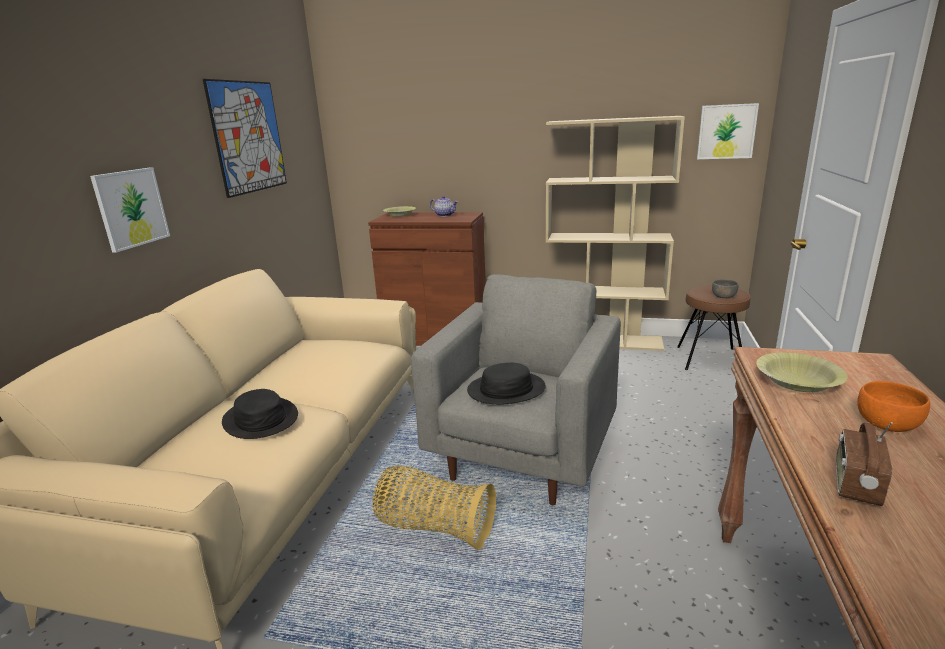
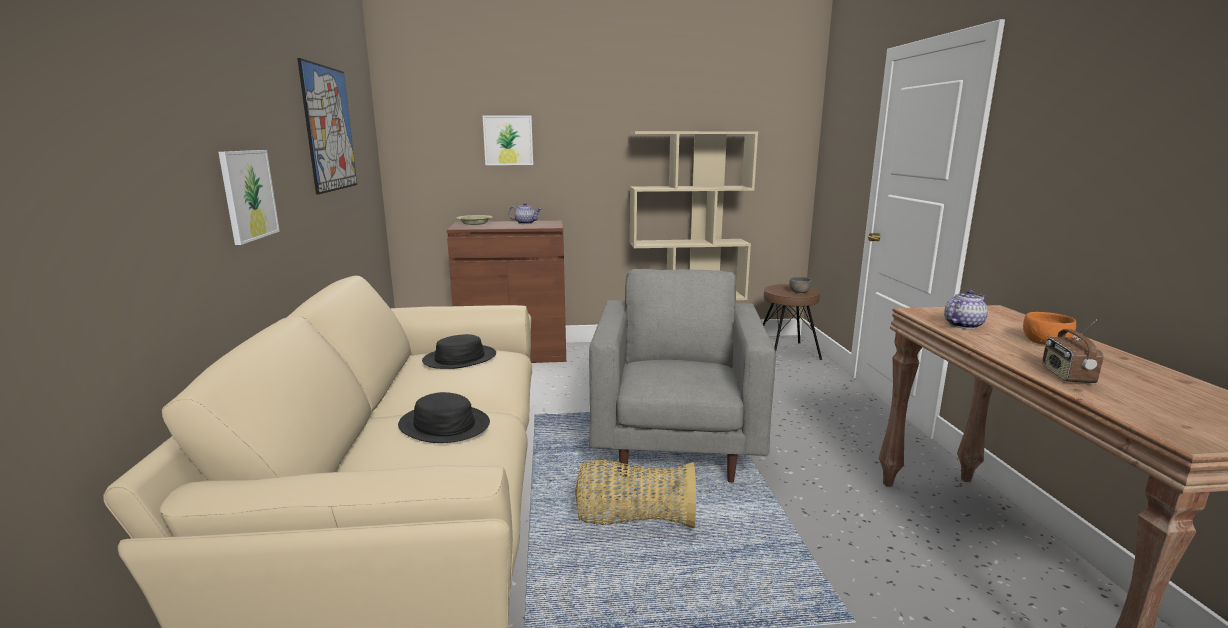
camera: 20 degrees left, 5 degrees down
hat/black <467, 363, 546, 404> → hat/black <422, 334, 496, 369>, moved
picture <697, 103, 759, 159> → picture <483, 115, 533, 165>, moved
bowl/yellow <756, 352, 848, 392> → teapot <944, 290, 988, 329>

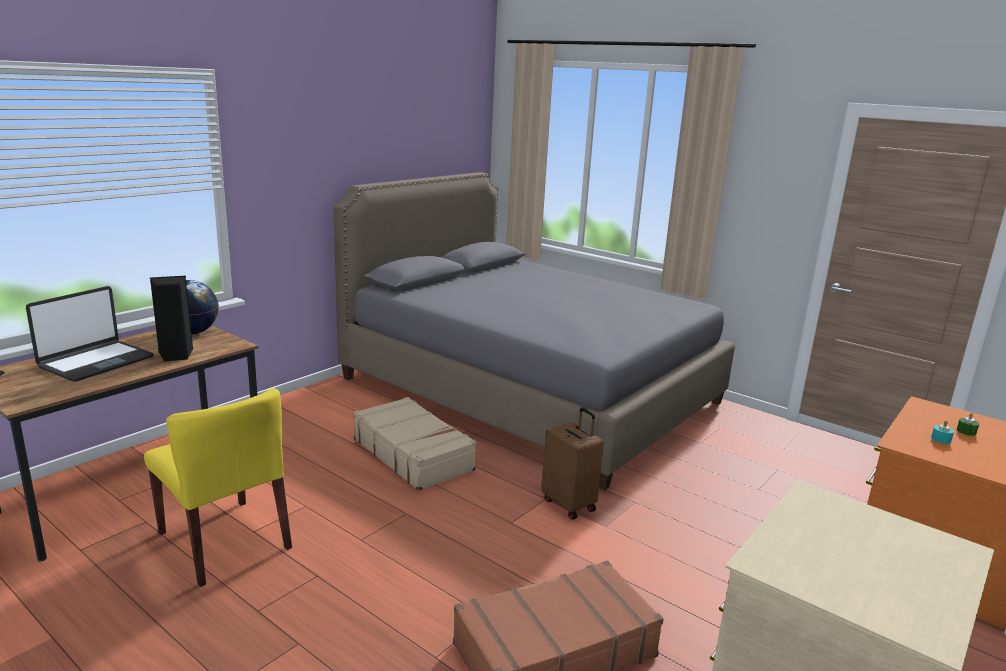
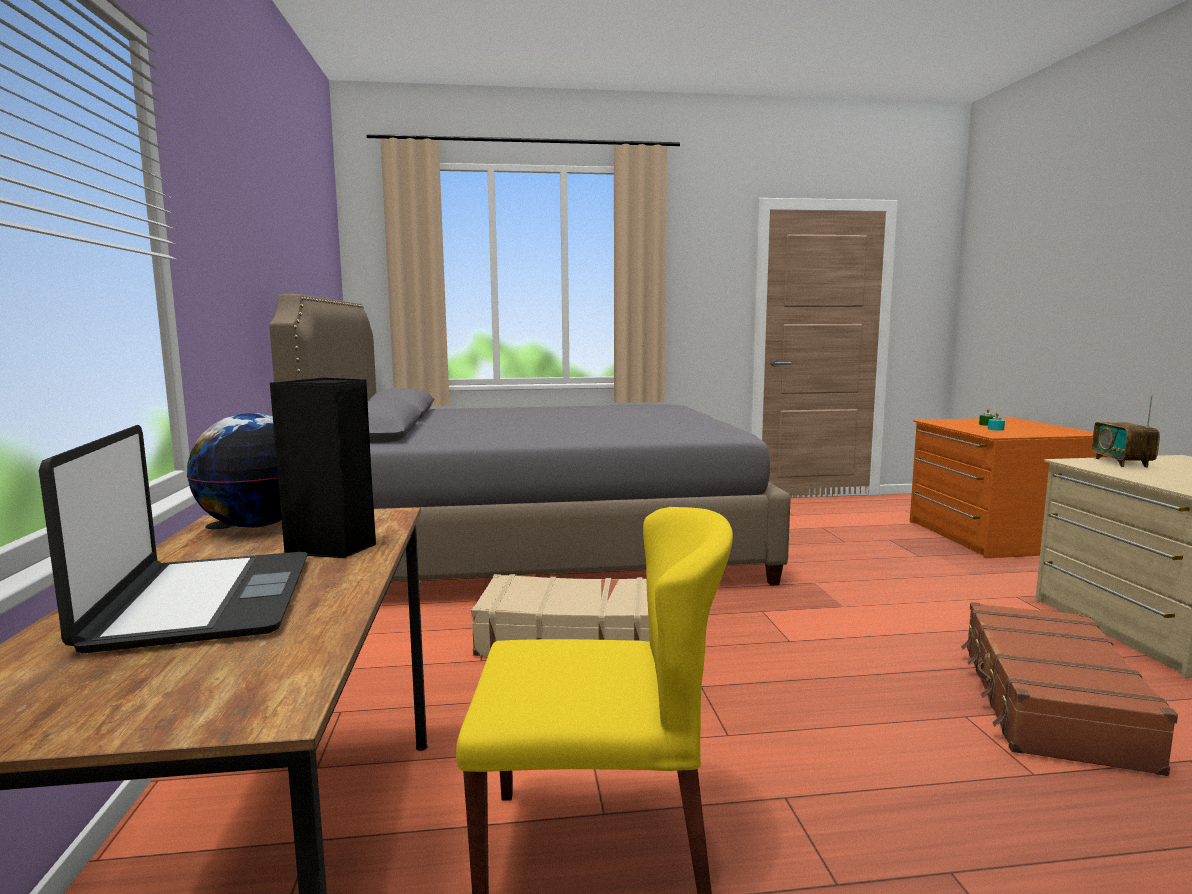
camera: 45 degrees left, 10 degrees down
- → radio <1092, 396, 1160, 467>
suitcase/brown <541, 407, 604, 520> → -

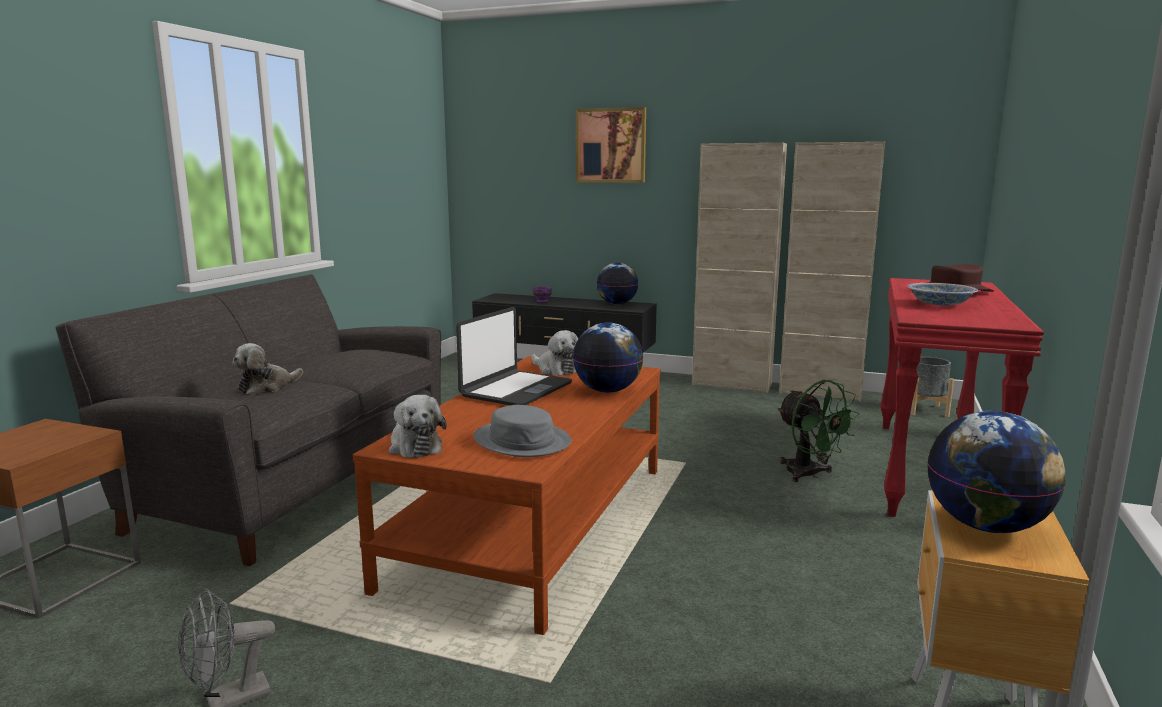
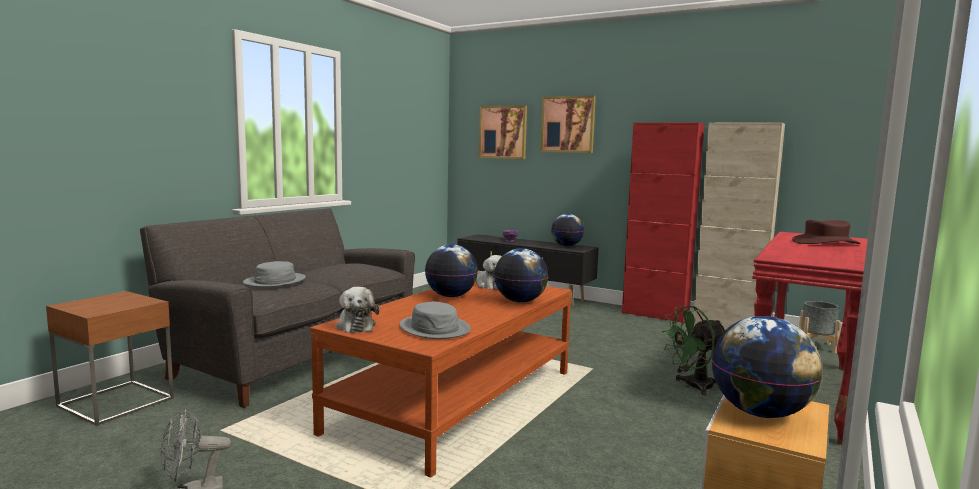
camera: 10 degrees right, 5 degrees down
plush toy <232, 343, 303, 395> → hat/grey <243, 261, 306, 287>
laptop <456, 307, 572, 405> → globe <425, 244, 478, 297>
- → picture <479, 105, 527, 159>
cabinet/beige <692, 143, 787, 393> → cabinet/red <622, 123, 705, 323>
fan/green <778, 379, 860, 482> → fan/green <661, 306, 725, 395>, 90 degrees clockwise
bowl <907, 283, 978, 306> → -

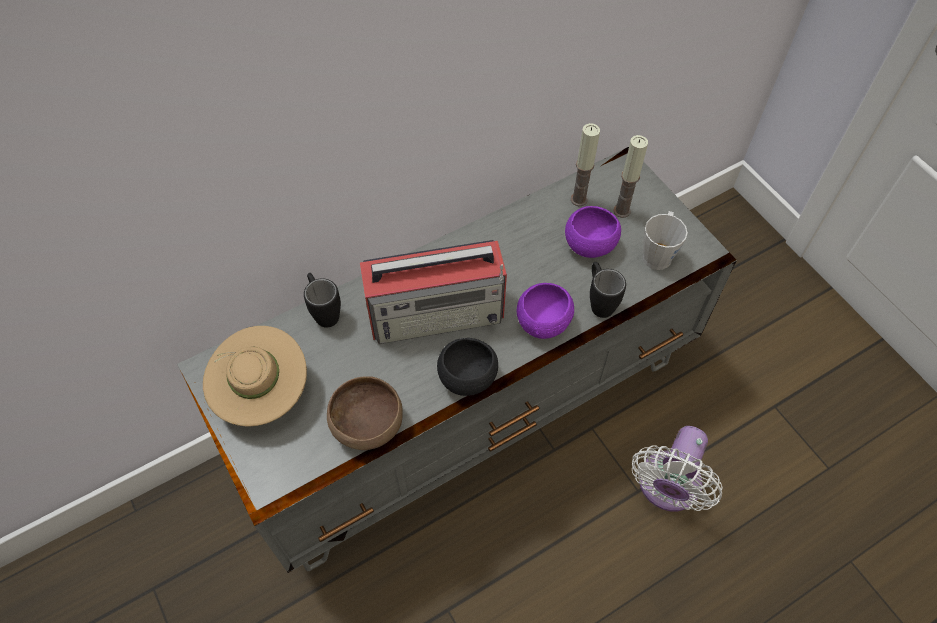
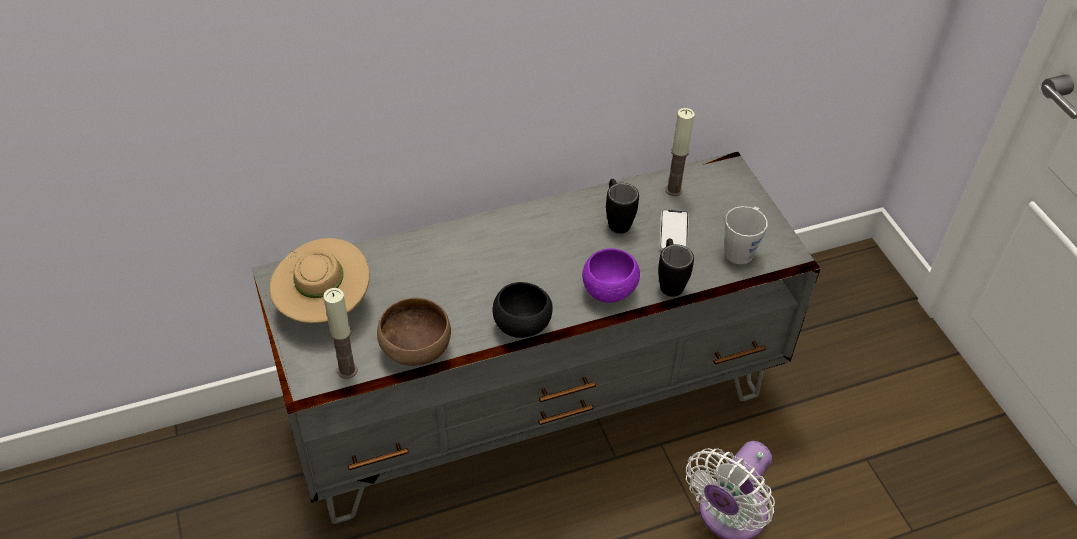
camera: 10 degrees right, 10 degrees down
candle <613, 135, 648, 218> → candle <323, 288, 358, 379>, moved
mug/black <304, 273, 341, 328> → mug/black <606, 179, 639, 233>, moved
bowl/purple <565, 206, 621, 258> → phone <659, 209, 689, 250>
radio <360, 240, 507, 344> → -

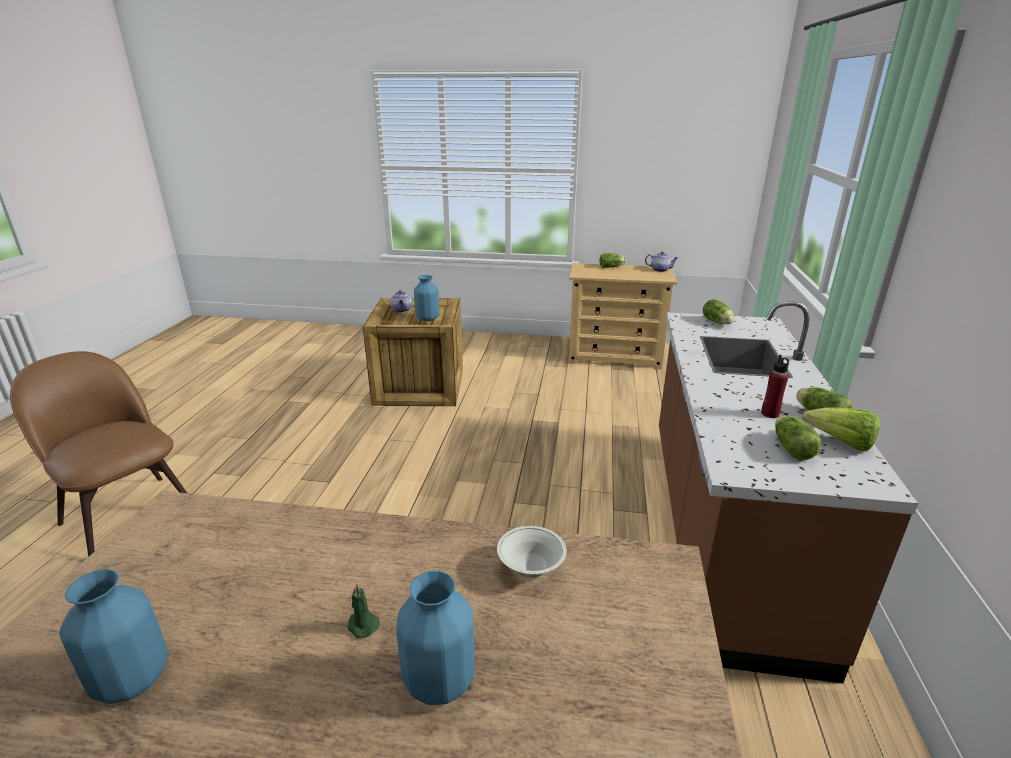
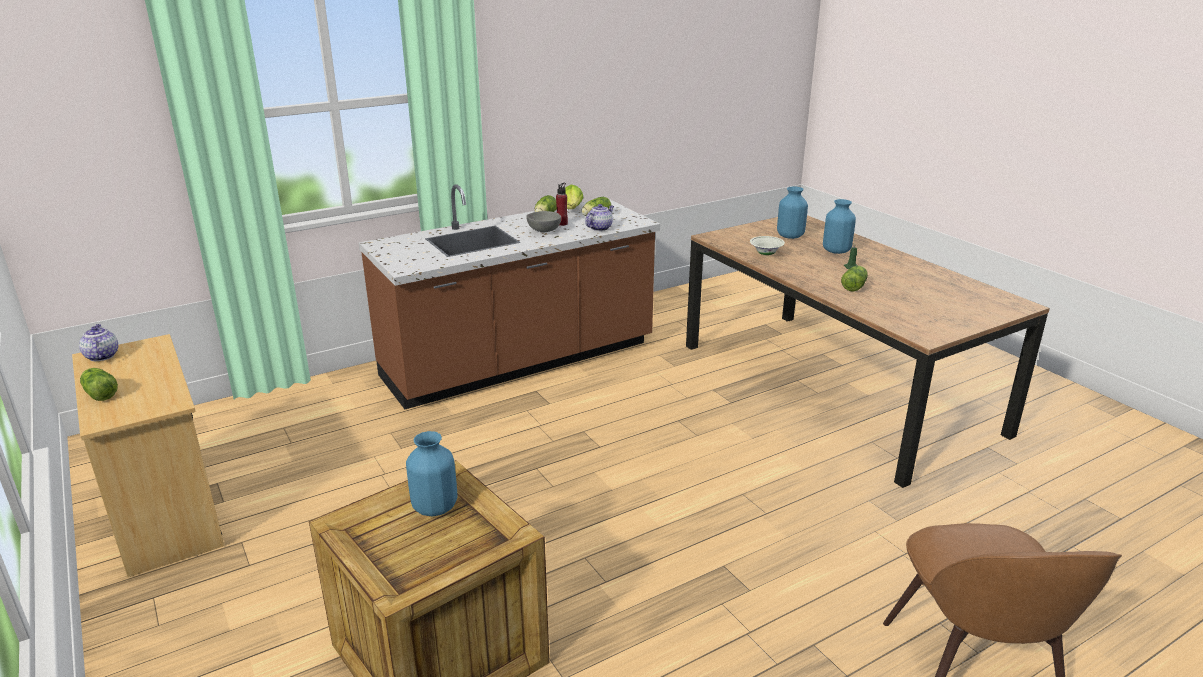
camera: 130 degrees left, 0 degrees up
- → bowl/grey <526, 211, 561, 232>
teapot <391, 290, 412, 312> → teapot <585, 204, 614, 231>, moved
vase/blue <59, 569, 168, 704> → vase/blue <777, 187, 808, 239>, moved
lettuce <703, 299, 735, 324> → lettuce <841, 266, 868, 292>, moved

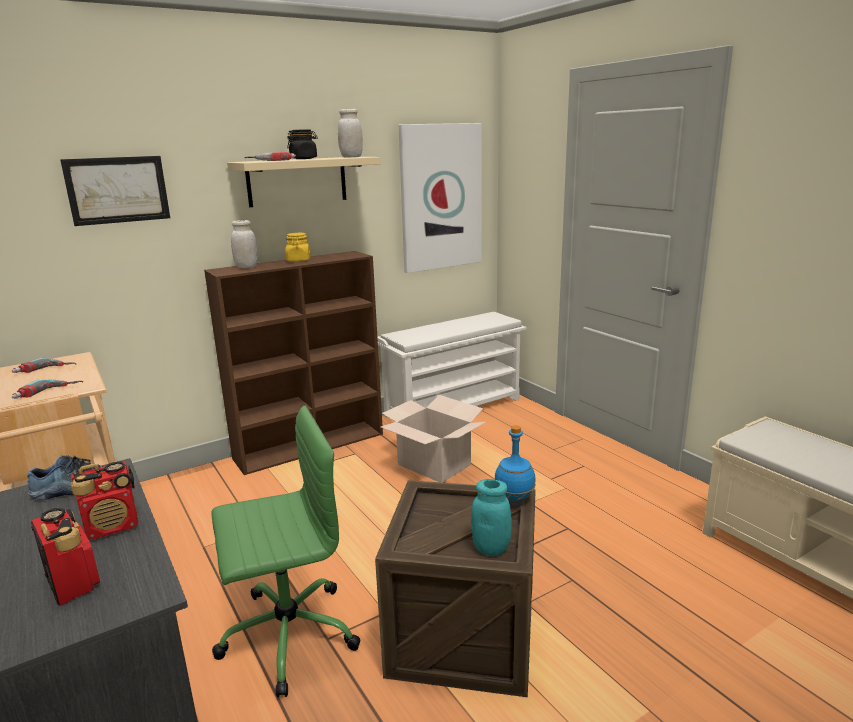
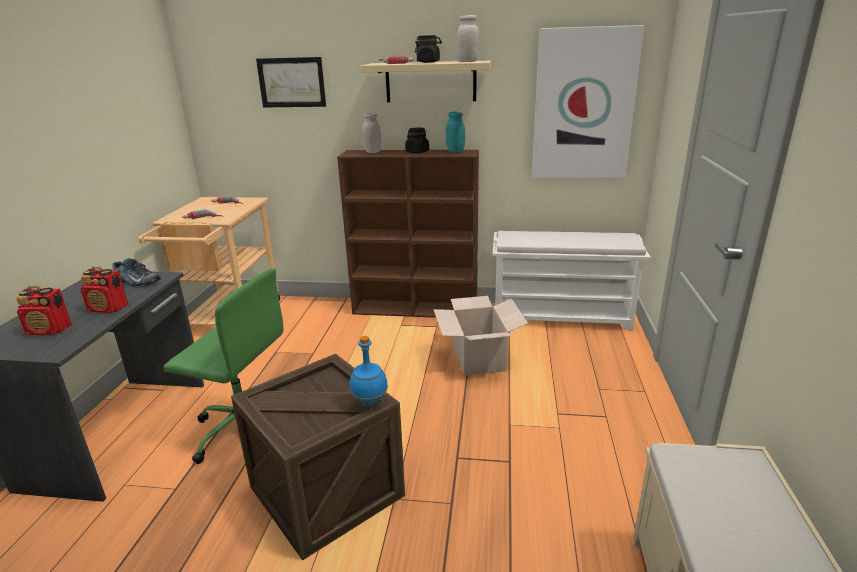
camera: 40 degrees right, 5 degrees up
radio <31, 508, 100, 606> → radio <16, 285, 72, 335>, 90 degrees clockwise
jar/yellow <286, 233, 311, 262> → jar/black <405, 128, 429, 153>
jar/turquoise <471, 479, 512, 556> → jar/turquoise <446, 112, 465, 153>, moved

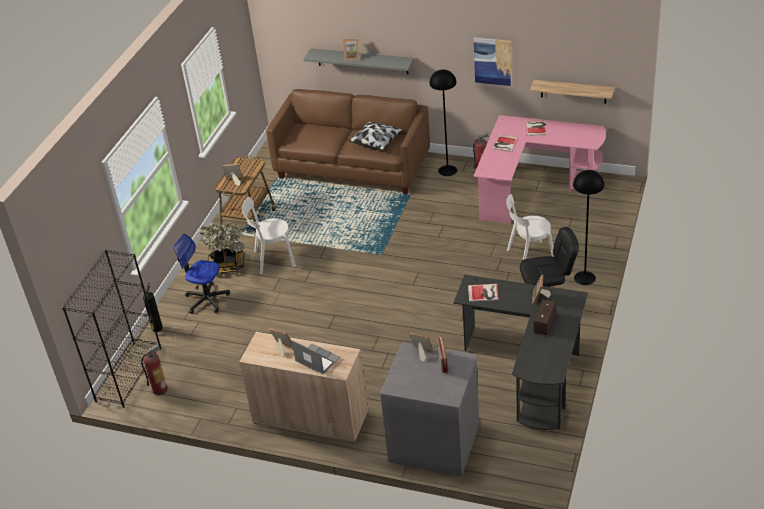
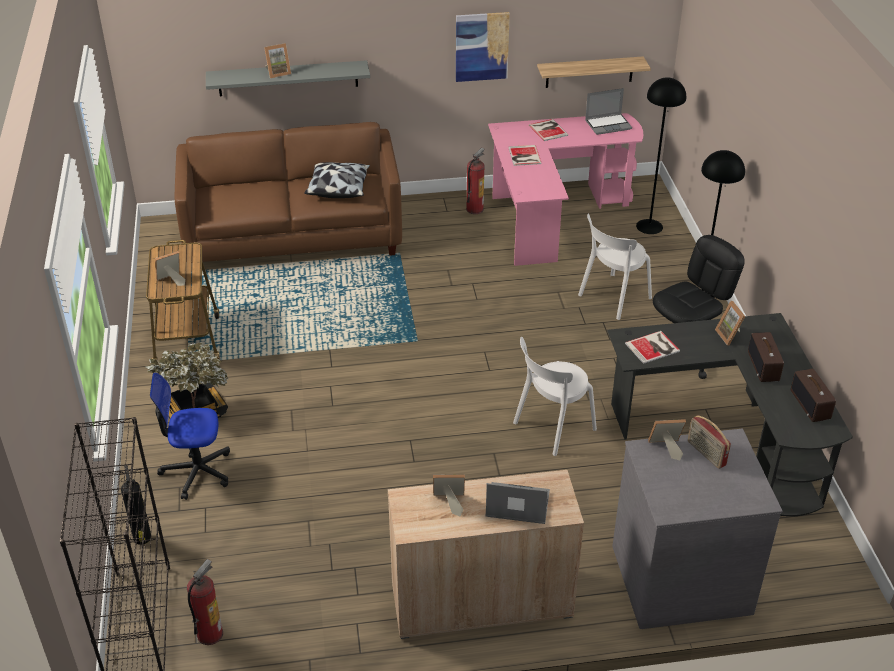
camera: 30 degrees left, 0 degrees up
chair/white <242, 197, 296, 274> → chair/white <513, 337, 597, 456>, moved
- → laptop <585, 88, 632, 135>
floor lamp/black <429, 69, 457, 176> → floor lamp/black <636, 77, 686, 234>, moved
- → radio <791, 369, 836, 422>

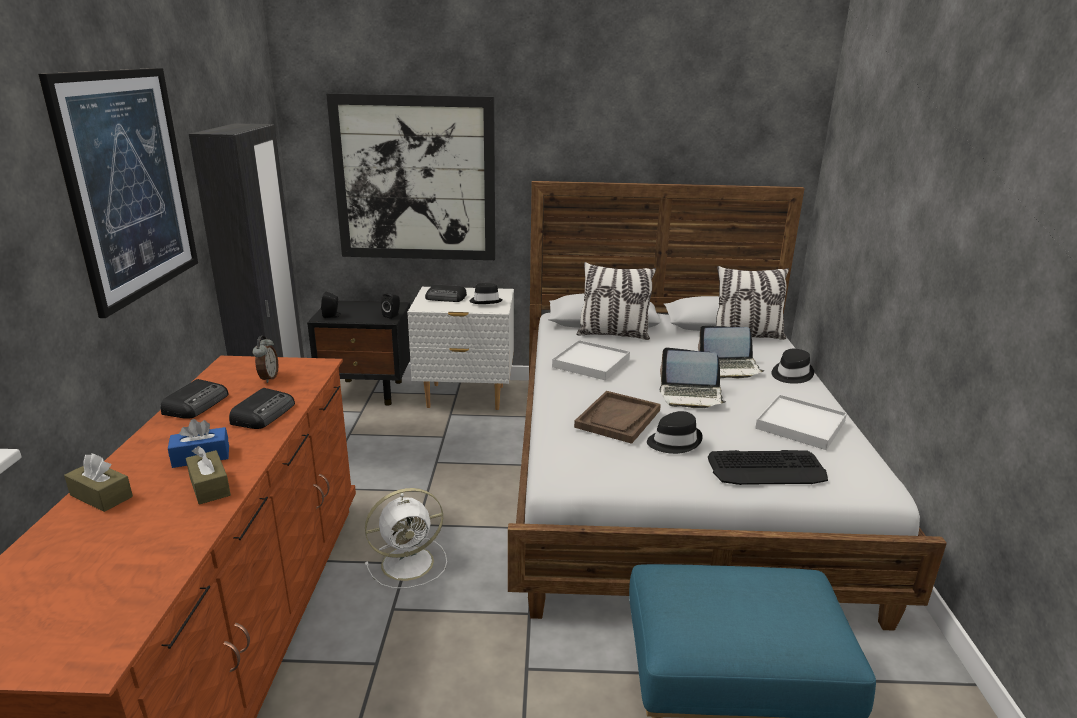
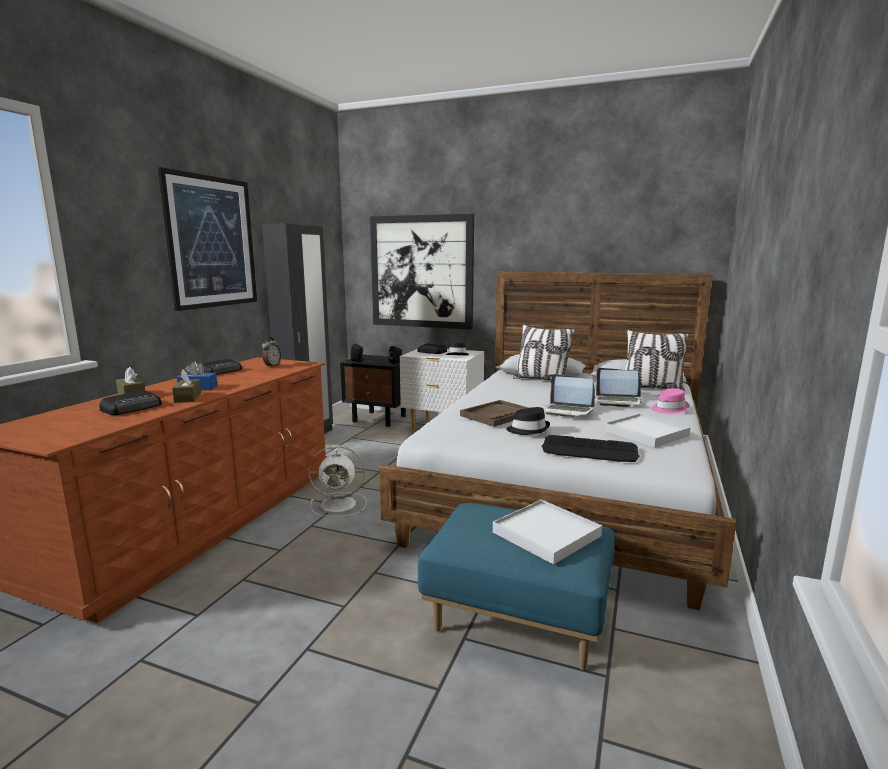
camera: 20 degrees right, 10 degrees down
radio <229, 388, 295, 429> → radio <99, 390, 162, 415>, moved
tray/white <552, 340, 630, 380> → tray/white <493, 499, 602, 565>, moved
hat/black <771, 349, 814, 384> → hat/pink <651, 388, 690, 414>

